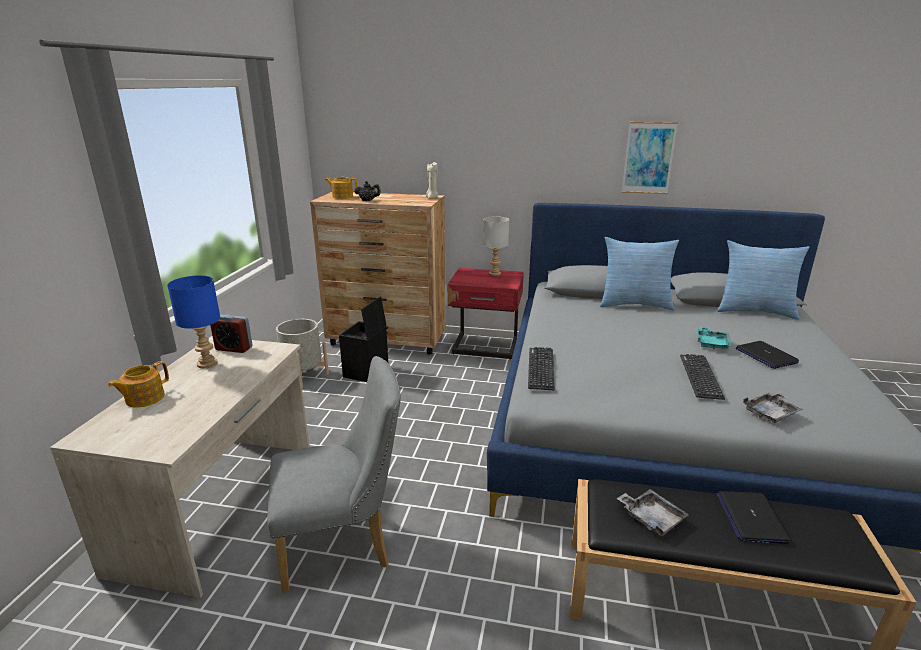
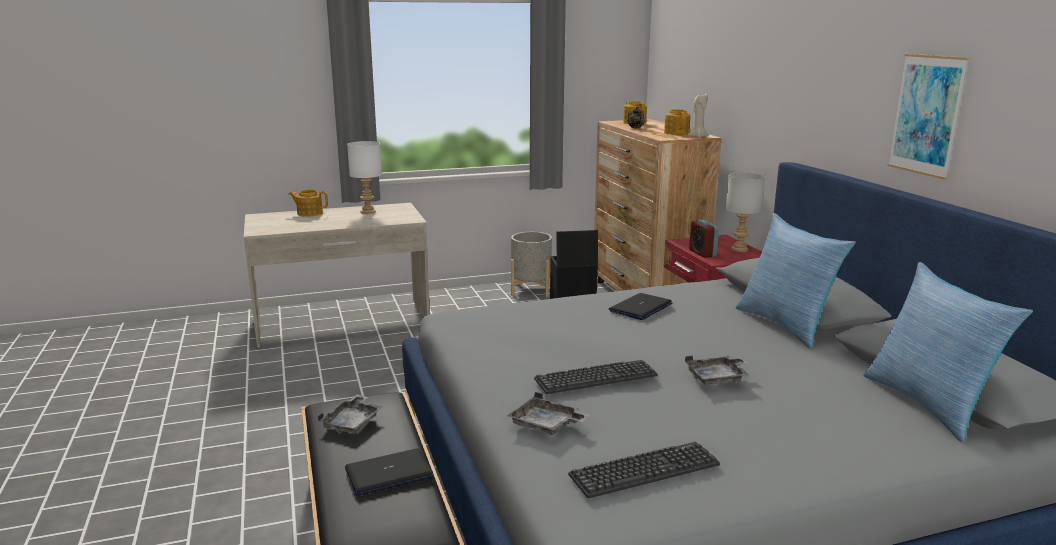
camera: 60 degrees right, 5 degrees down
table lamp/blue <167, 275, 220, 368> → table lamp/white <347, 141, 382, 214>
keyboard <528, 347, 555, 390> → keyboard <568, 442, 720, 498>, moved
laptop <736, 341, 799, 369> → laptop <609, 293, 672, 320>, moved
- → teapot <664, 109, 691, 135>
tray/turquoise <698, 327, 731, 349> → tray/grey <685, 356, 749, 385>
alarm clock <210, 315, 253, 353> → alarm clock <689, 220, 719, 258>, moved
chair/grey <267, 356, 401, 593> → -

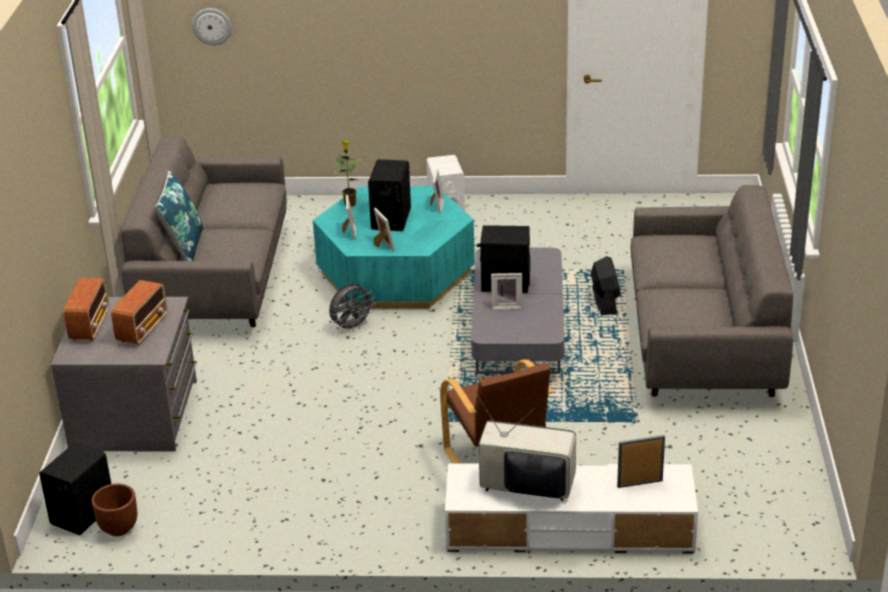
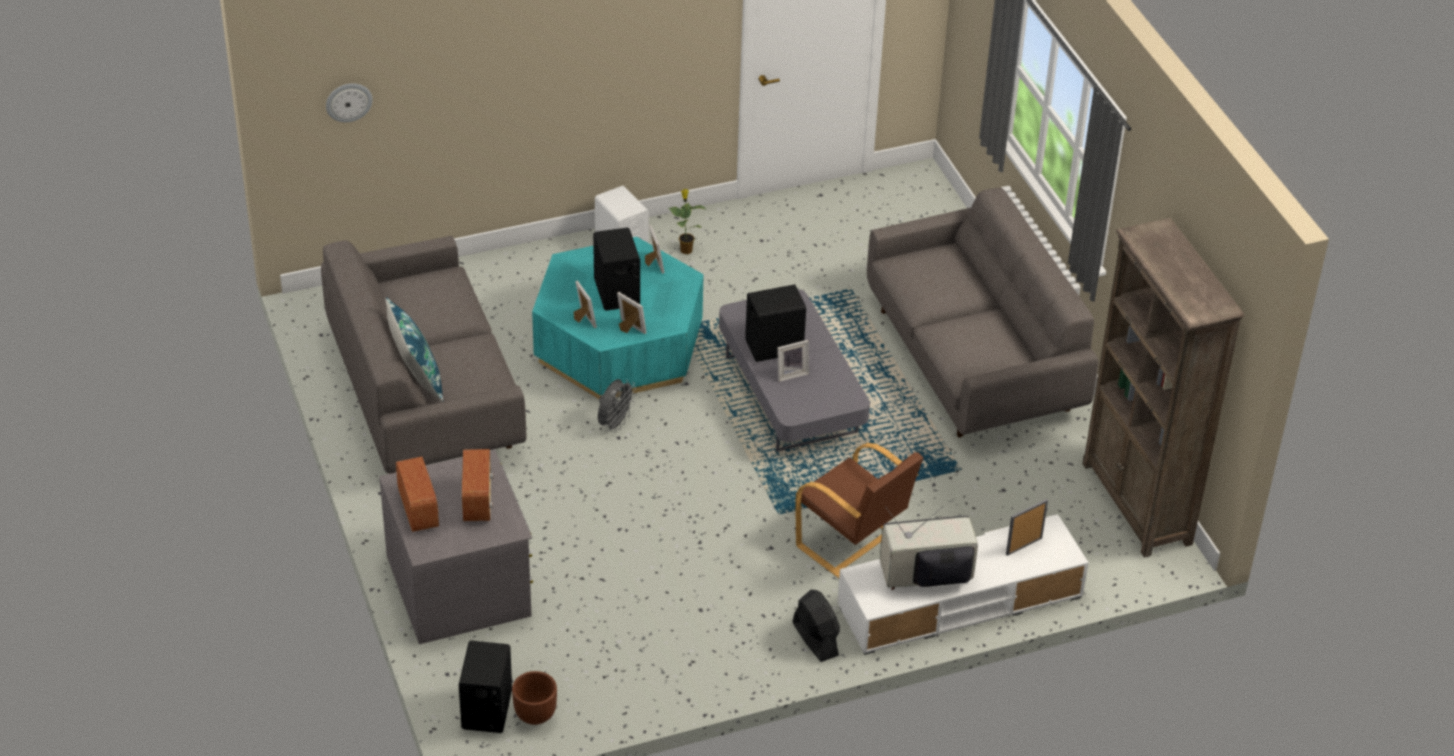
camera: 25 degrees left, 10 degrees up
potted plant <334, 140, 361, 207> → potted plant <669, 189, 705, 254>, moved
fan/black <591, 256, 621, 315> → fan/black <792, 590, 840, 662>, moved
- → bookcase/brown <1082, 218, 1244, 558>

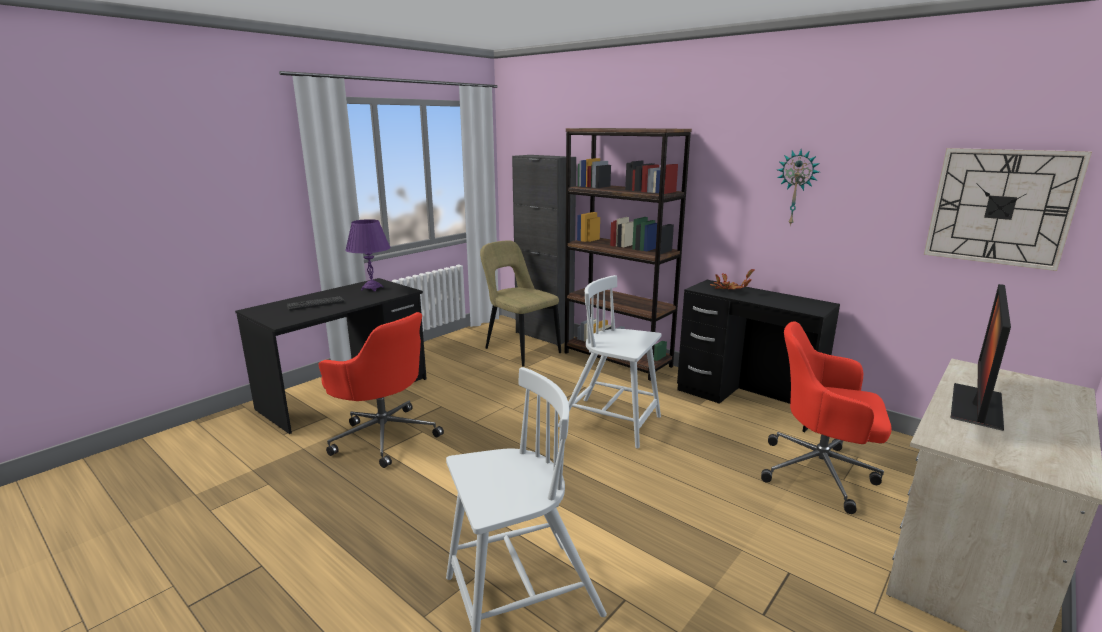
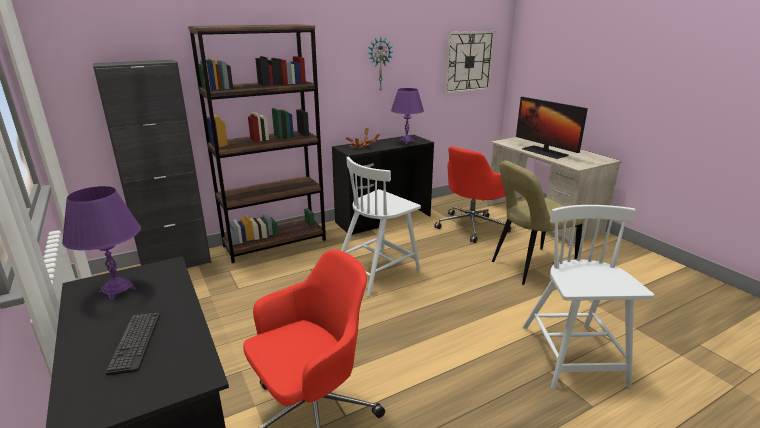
camera: 70 degrees left, 5 degrees up
- → table lamp/purple <391, 88, 424, 144>
chair/beige <480, 240, 561, 366> → chair/beige <492, 161, 584, 285>, moved

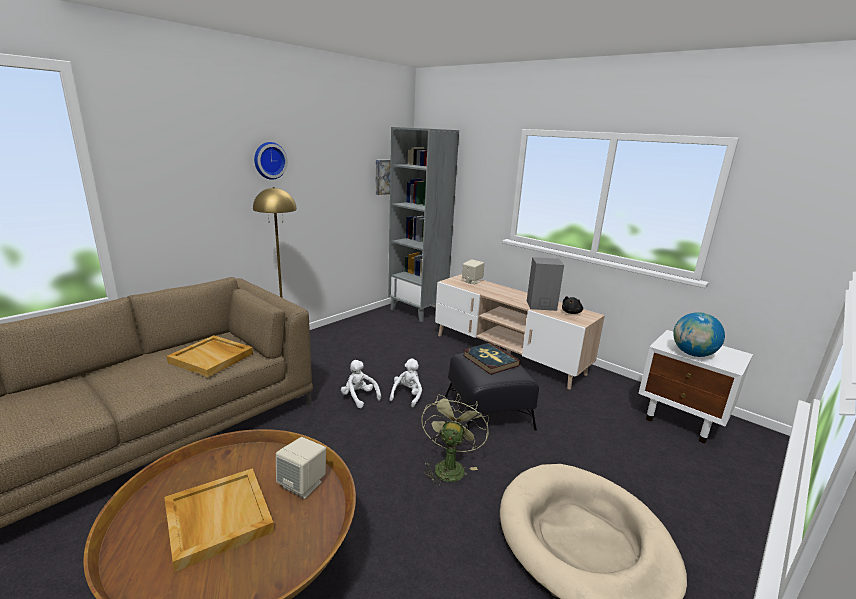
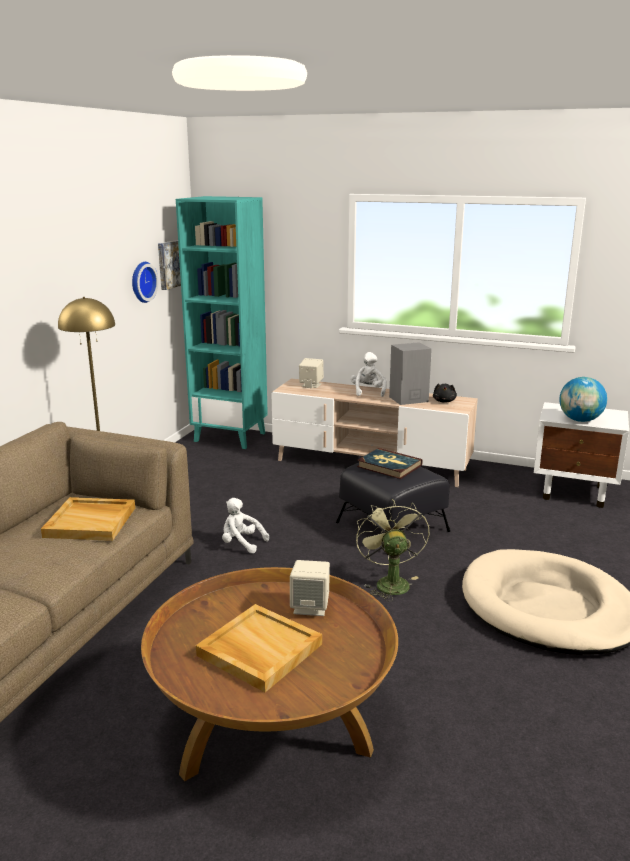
camera: 20 degrees left, 0 degrees up
wall clock <254, 142, 288, 180> → wall clock <132, 262, 158, 303>, moved
bookcase/grey <388, 127, 459, 322> → bookcase/turquoise <176, 196, 268, 449>
plush toy/white <390, 358, 422, 407> → plush toy/white <351, 352, 387, 397>, moved

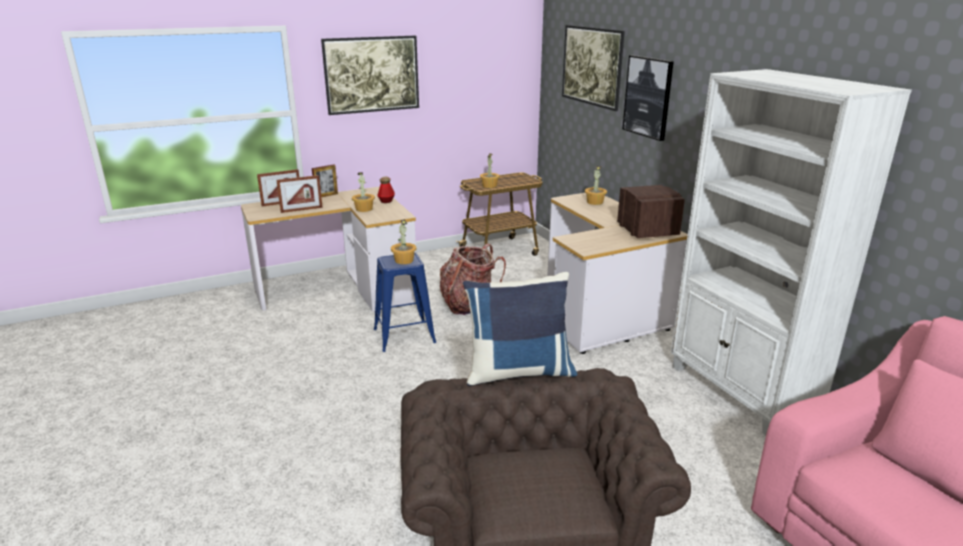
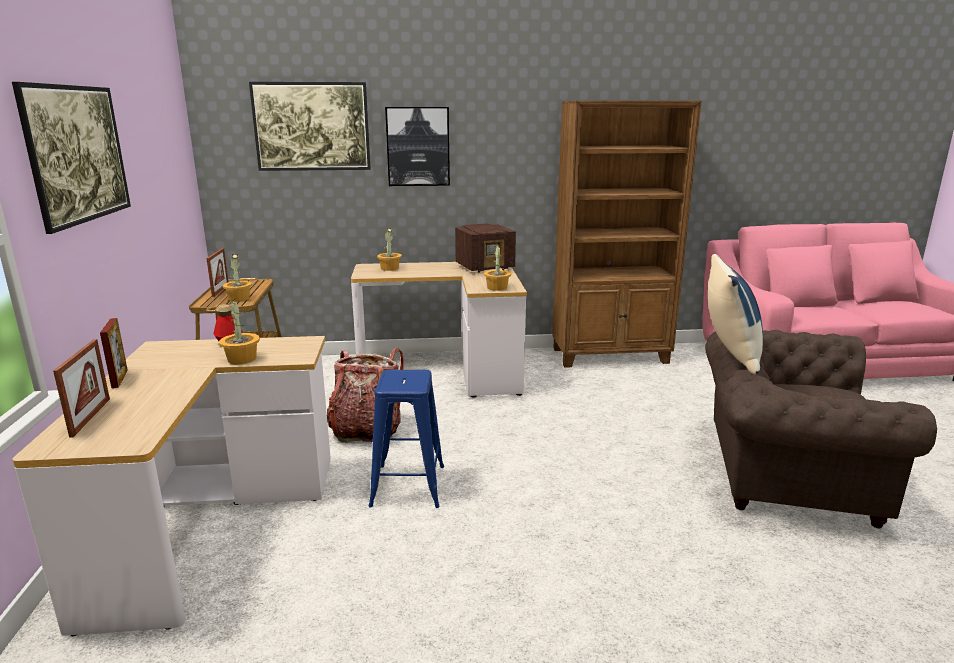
camera: 70 degrees left, 5 degrees down
picture frame <276, 175, 323, 213> → picture frame <206, 248, 229, 297>, moved
radio <617, 185, 685, 238> → radio <455, 223, 516, 273>, 150 degrees clockwise
potted plant <391, 219, 416, 264> → potted plant <484, 243, 511, 291>, moved
bookcase/white <671, 69, 912, 435> → bookcase/brown <552, 101, 702, 368>

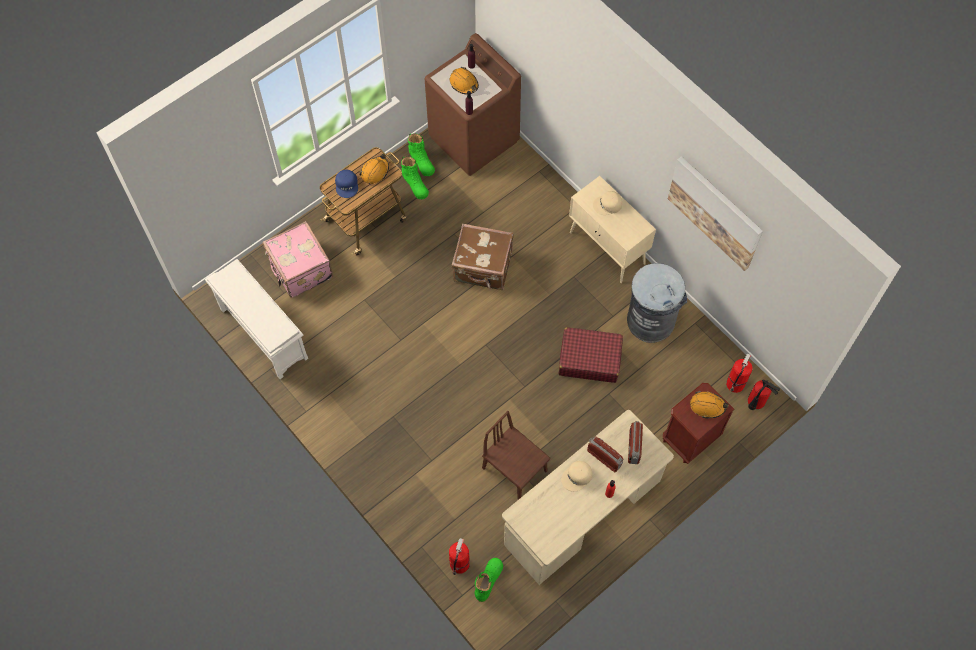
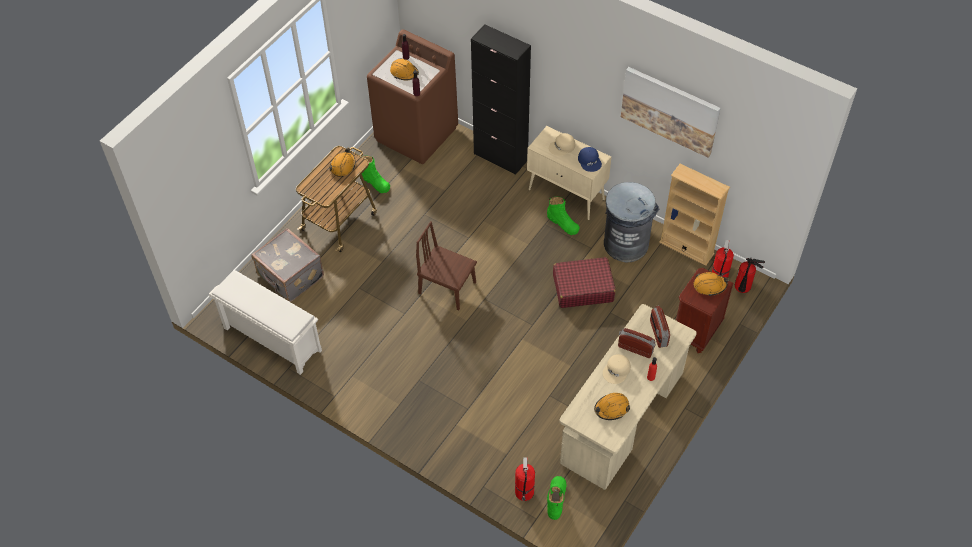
camera: 15 degrees left, 10 degrees down
suitcase/pink <263, 221, 333, 298> → suitcase/grey <251, 228, 324, 302>
chair/brown <482, 411, 551, 500> → chair/brown <416, 221, 477, 310>, moved
- → cabinet/black <471, 24, 531, 175>
boot/green <408, 133, 435, 176> → boot/green <547, 196, 580, 235>, moved
cap/blue <335, 170, 358, 198> → cap/blue <578, 147, 602, 172>, moved
- → hard hat/orange <594, 393, 630, 420>
- → bookcase/beige <659, 164, 730, 266>
suitcase/brown <452, 224, 514, 290> → -

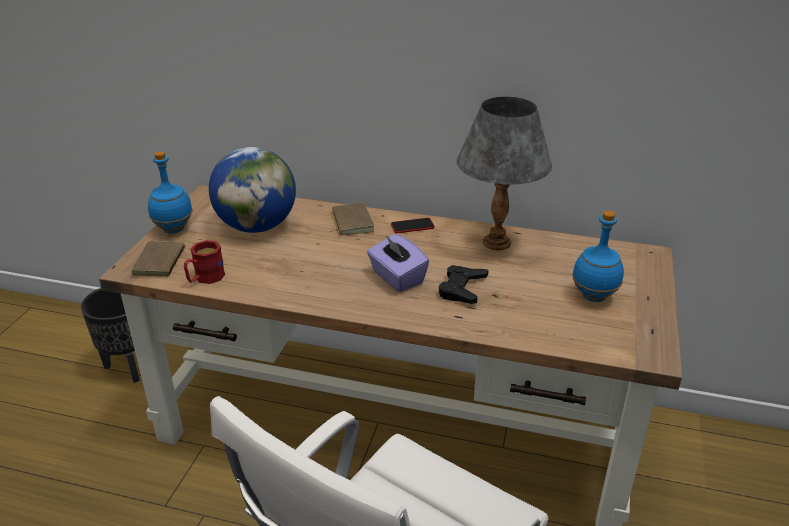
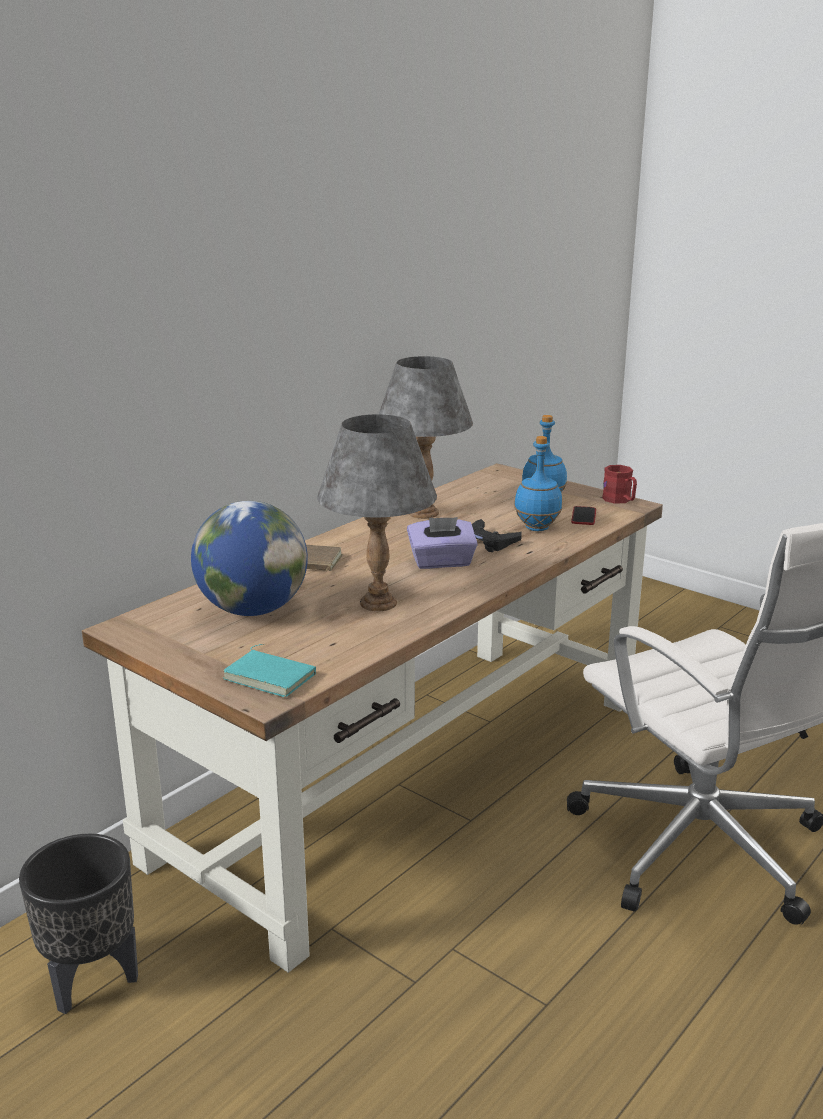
camera: 65 degrees left, 10 degrees down
book/brown <131, 241, 195, 277> → book/turquoise <223, 644, 316, 697>
- → table lamp/grey <317, 414, 437, 611>
bottle/blue <148, 151, 193, 234> → bottle/blue <514, 436, 562, 531>, moved
phone <391, 218, 435, 233> → phone <571, 506, 596, 525>, moved
mug/red <184, 240, 225, 284> → mug/red <602, 465, 637, 504>, moved

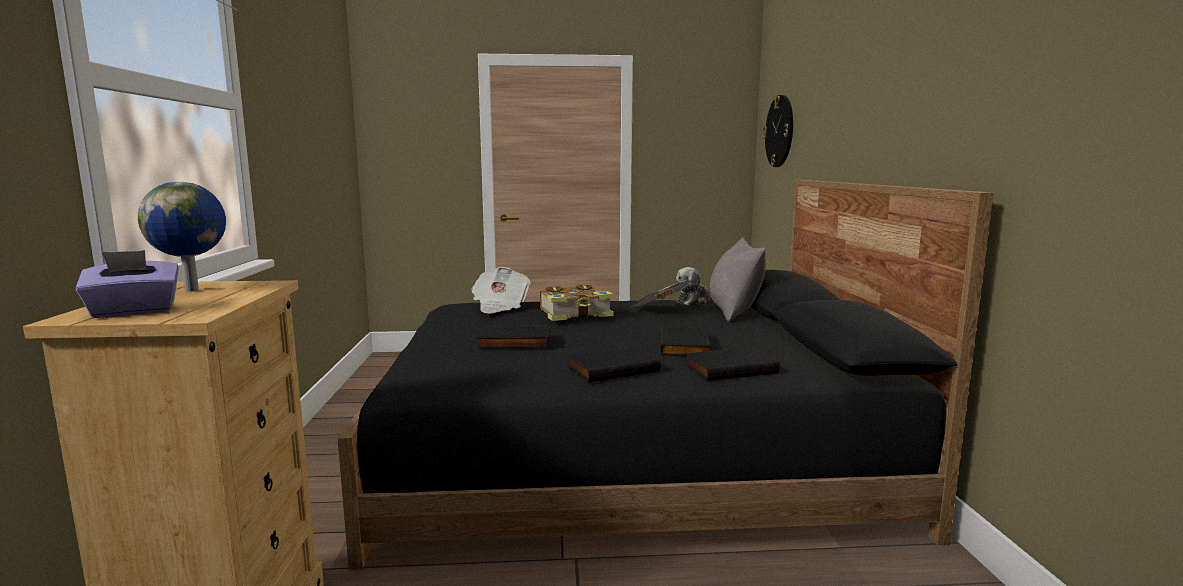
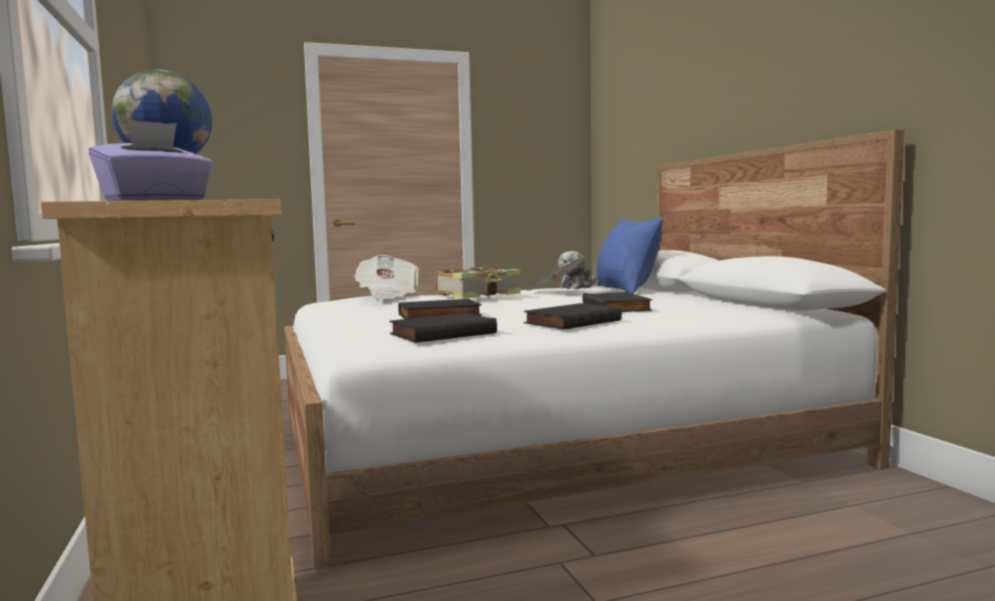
camera: 15 degrees left, 5 degrees down
bed/black <338, 180, 994, 570> → bed/white <284, 129, 904, 570>
book/black <684, 347, 780, 381> → book/black <389, 313, 497, 343>, moved
pillow/grey <710, 237, 766, 322> → pillow/blue <596, 217, 663, 294>
wall clock <763, 95, 793, 167> → -

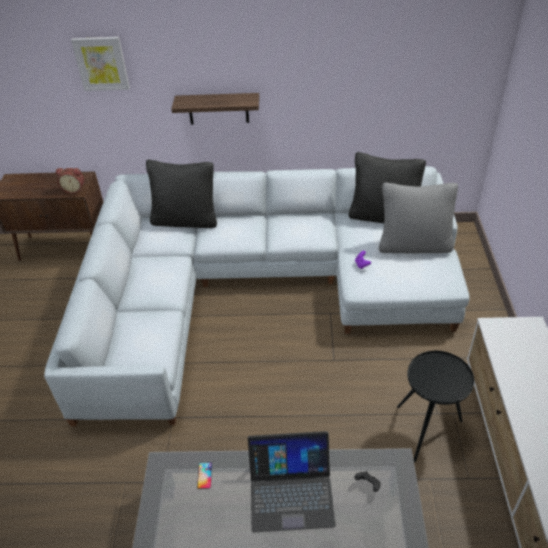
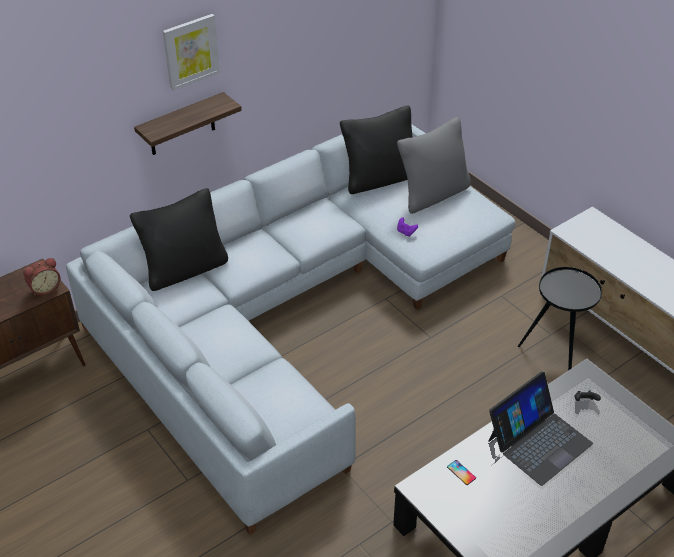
camera: 40 degrees left, 0 degrees up
picture <71, 37, 130, 91> → picture <163, 14, 220, 91>, moved

